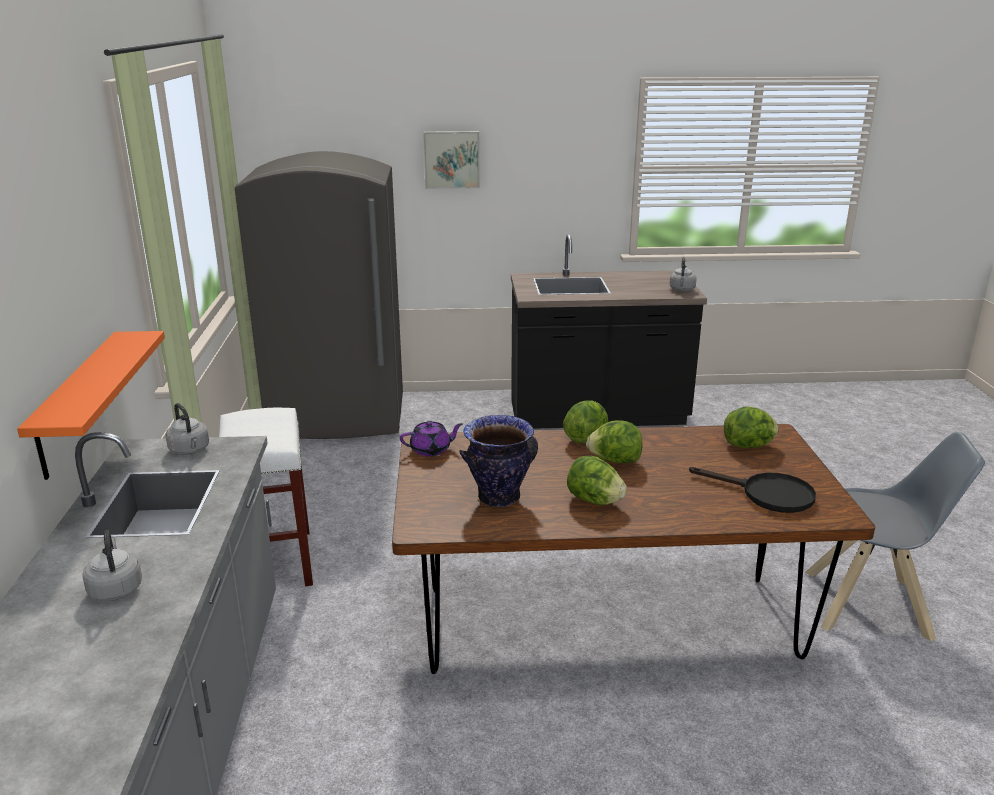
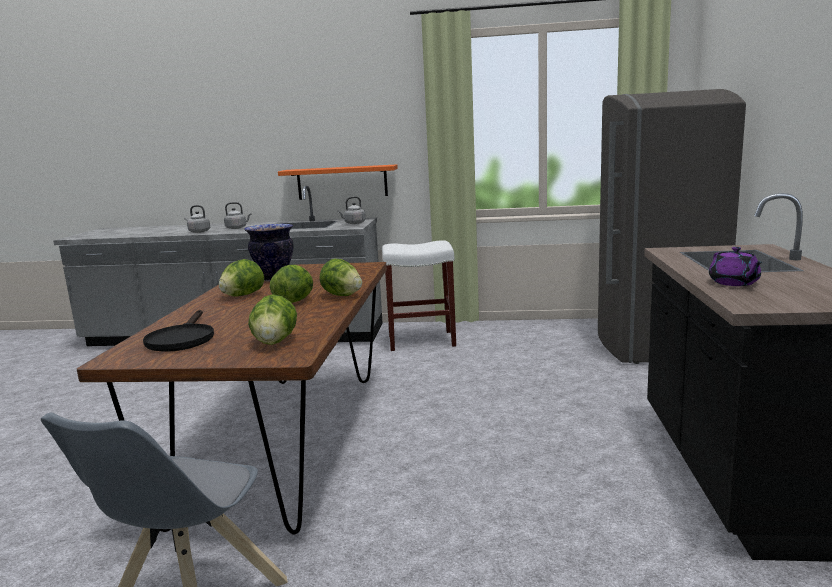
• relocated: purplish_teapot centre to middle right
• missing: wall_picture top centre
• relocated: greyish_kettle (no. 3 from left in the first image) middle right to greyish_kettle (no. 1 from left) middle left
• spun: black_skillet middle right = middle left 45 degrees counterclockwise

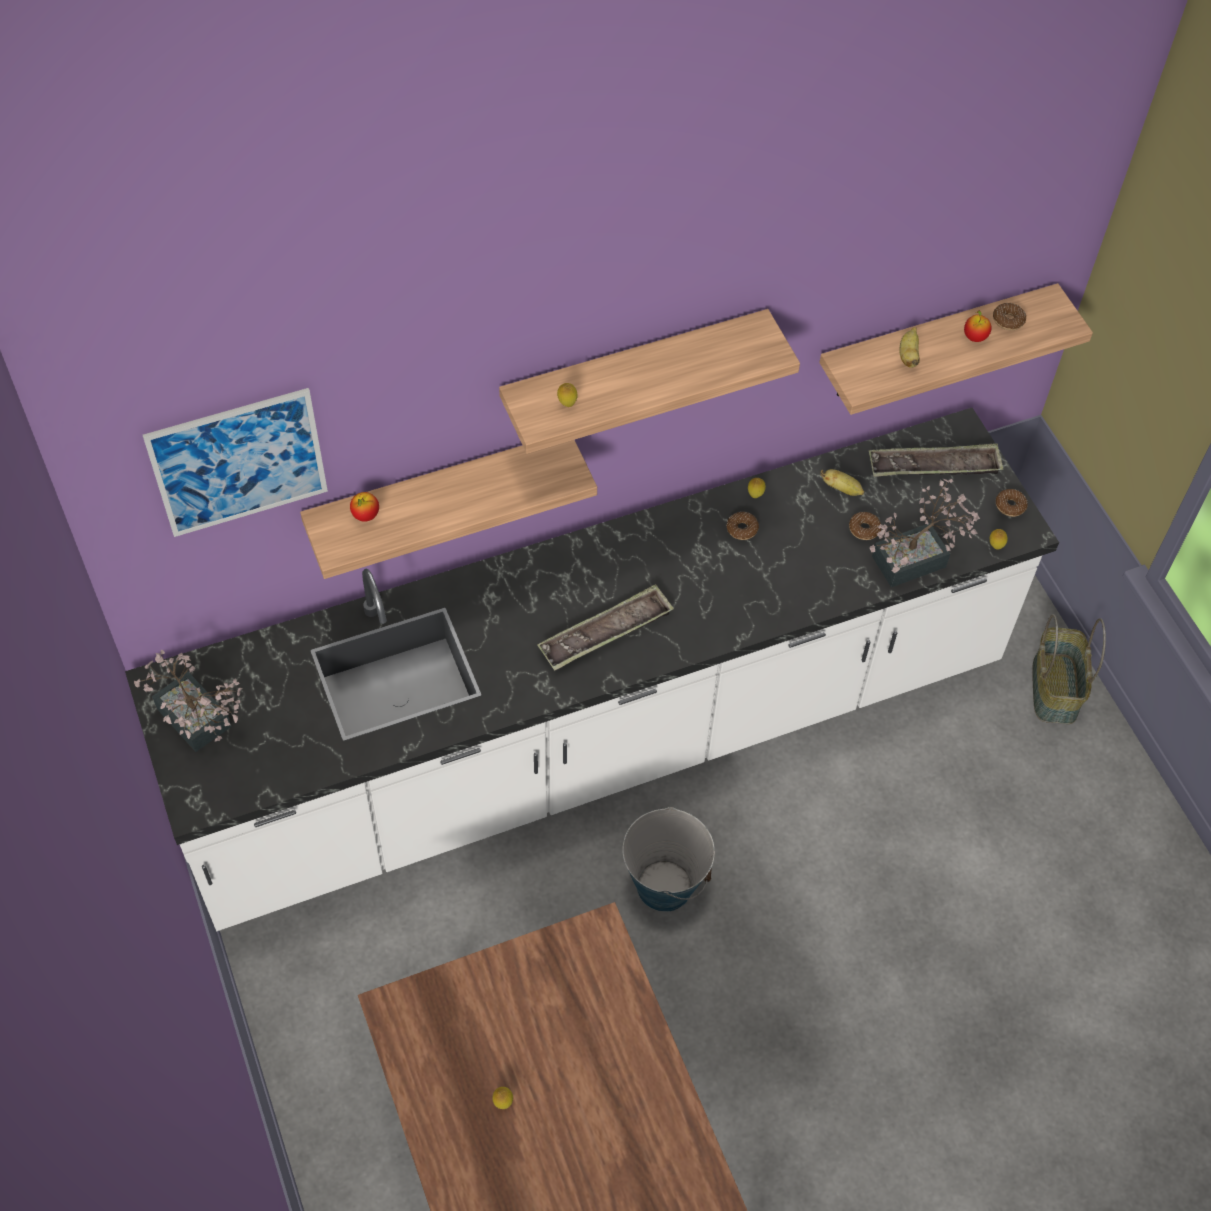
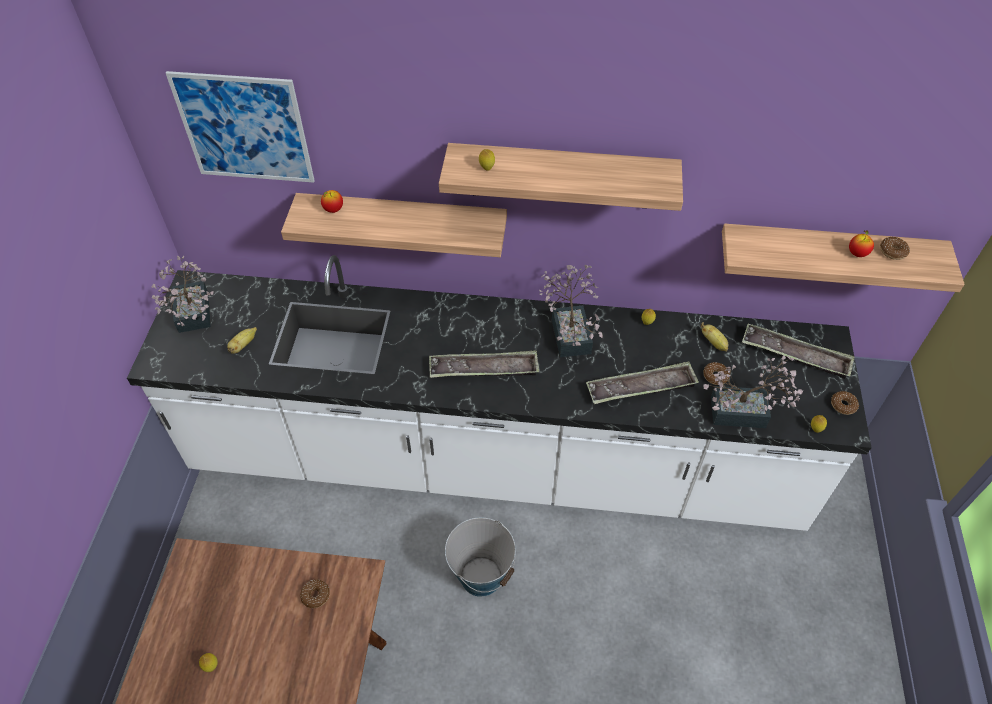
• relocated: ring_doughnut (no. 1 from left) centre to bottom left
• relocated: whole_banana (no. 2 from left in the first image) top right to whole_banana (no. 1 from left) middle left
• missing: household_basket middle right
• appeared: plant_in_a_pot (no. 2 from left) centre
• appeared: carrying_tray (no. 2 from left) centre

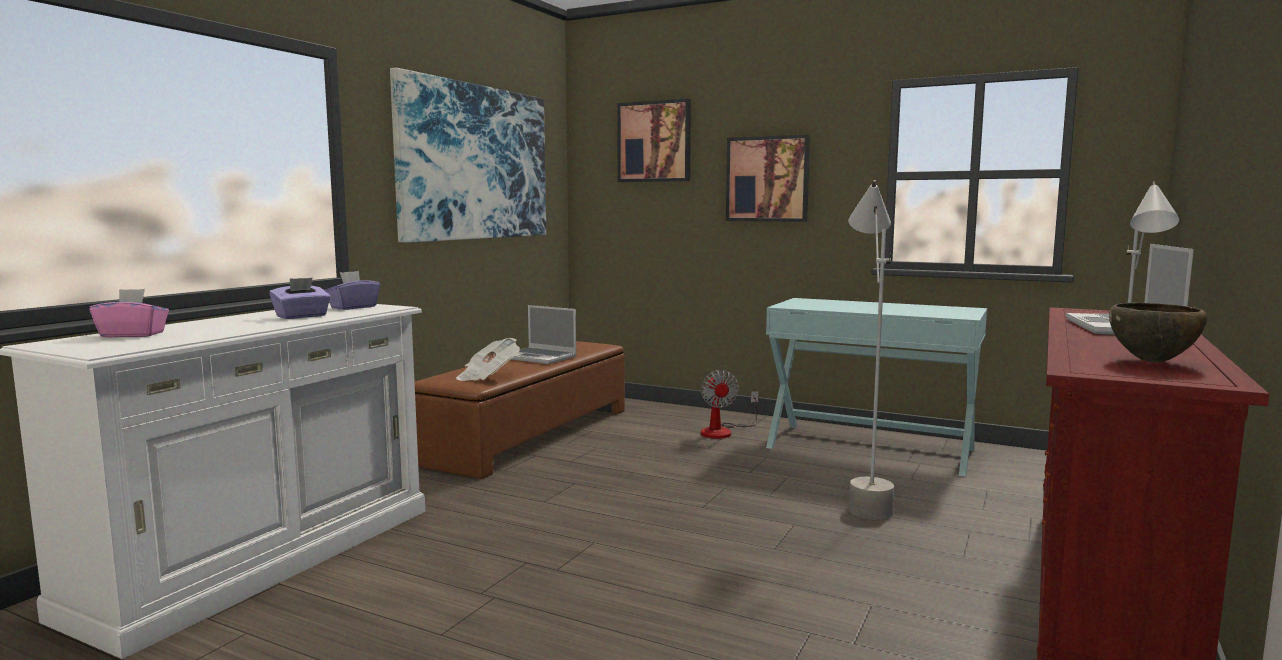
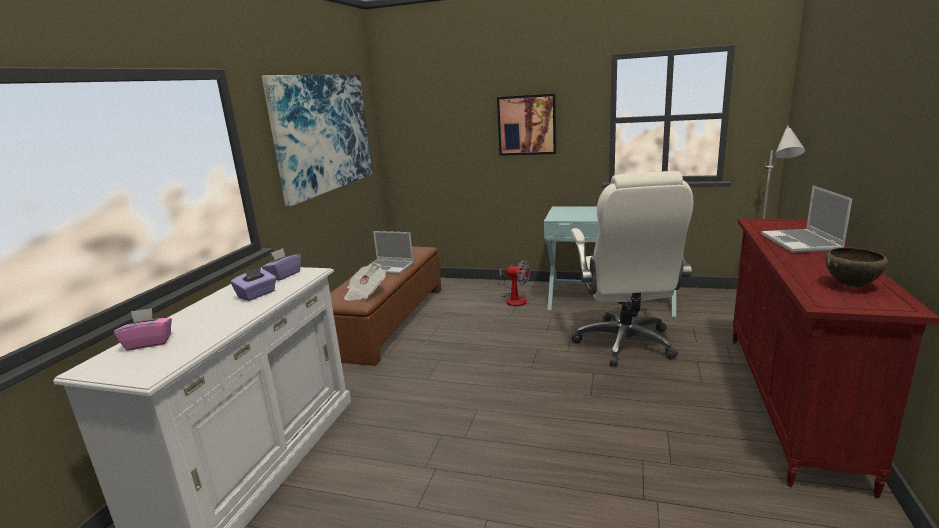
• missing: wall_picture (no. 2 from left) top centre
• spun: cooling_fan centre = centre 45 degrees counterclockwise
• exchanged: greyish_standard_lamp (no. 1 from left) middle right to white_desk_chair middle right

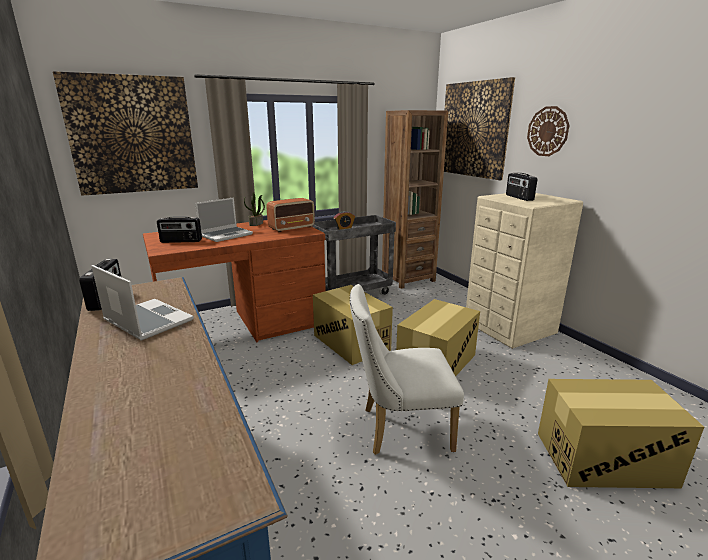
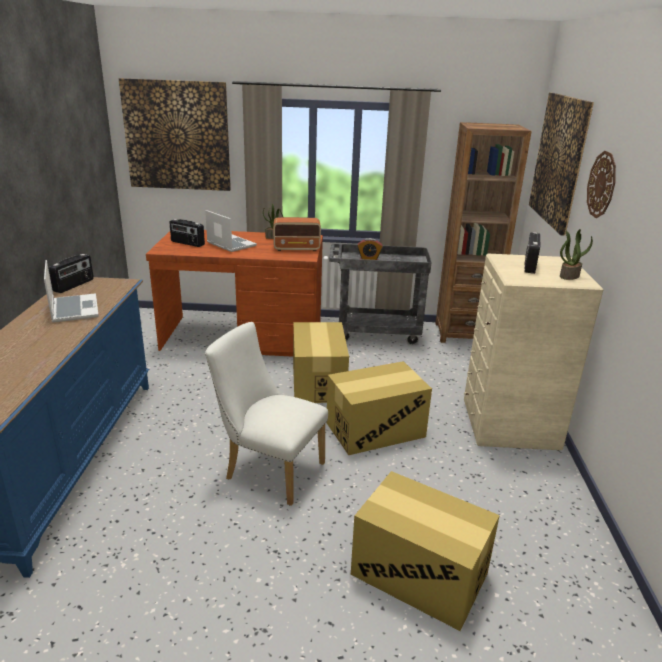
• spun: laptop (no. 2 from left) middle left = centre 120 degrees counterclockwise
• appeared: plant_in_a_pot (no. 2 from left) middle right

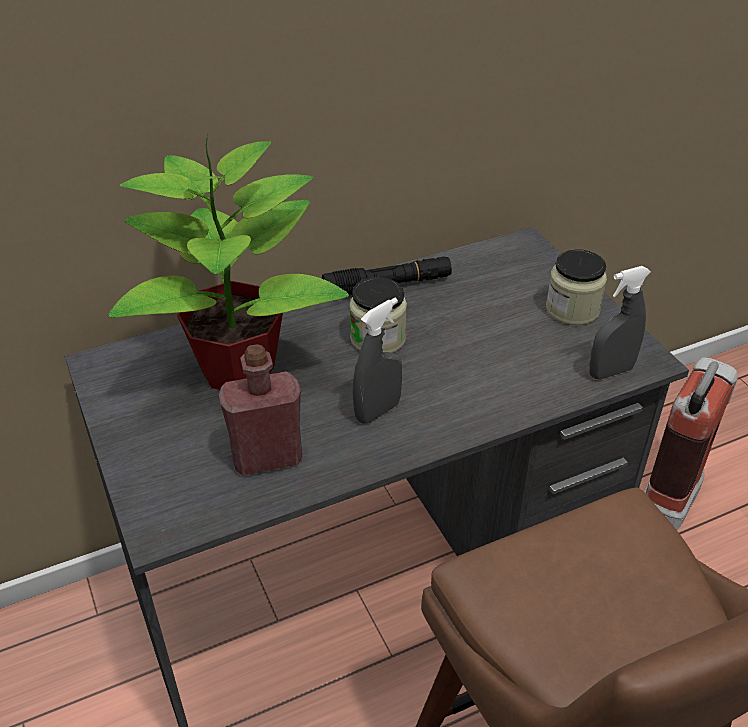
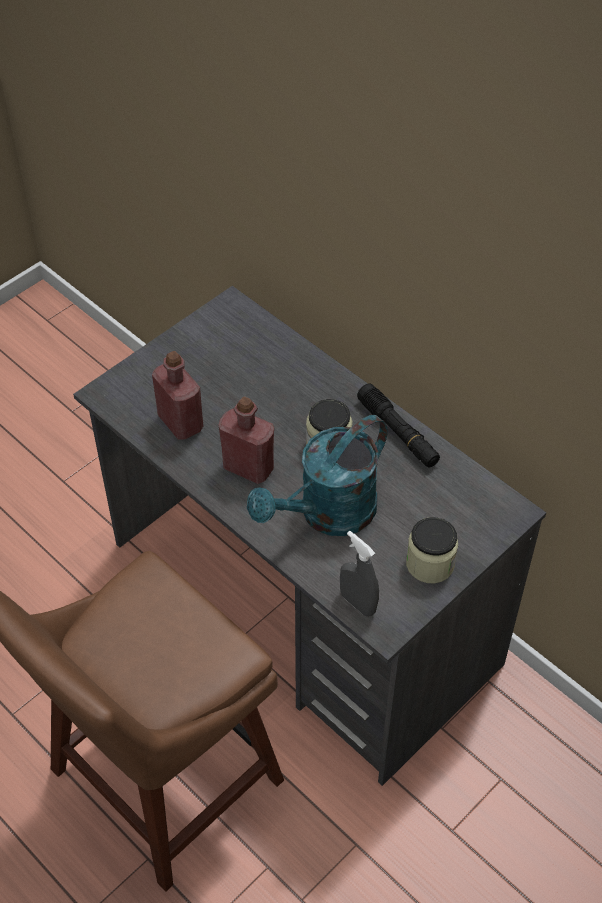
• missing: plant_in_a_pot middle left
• exchanged: greyish_spray_bottle (no. 1 from left) centre to reddish_beverage_bottle (no. 2 from left) centre
• missing: fire-fighting_cylinder middle right
• appeared: turquoise_watering_pot centre

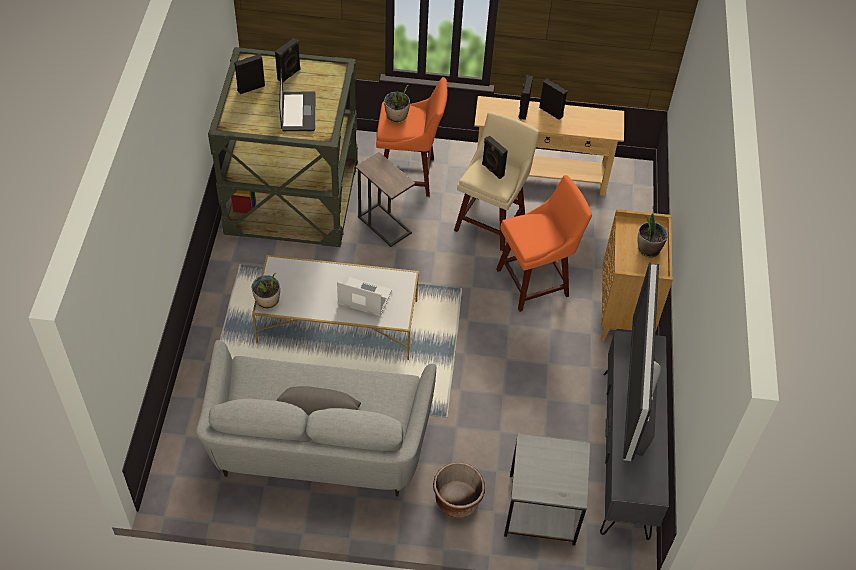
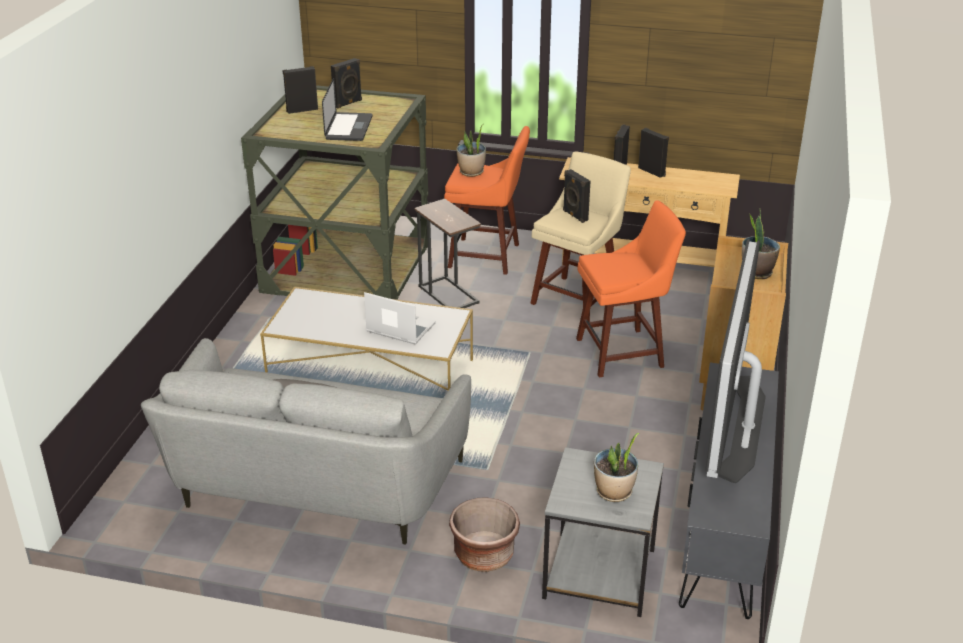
• relocated: plant_in_a_pot (no. 1 from left in the first image) middle left to plant_in_a_pot (no. 2 from left) bottom centre

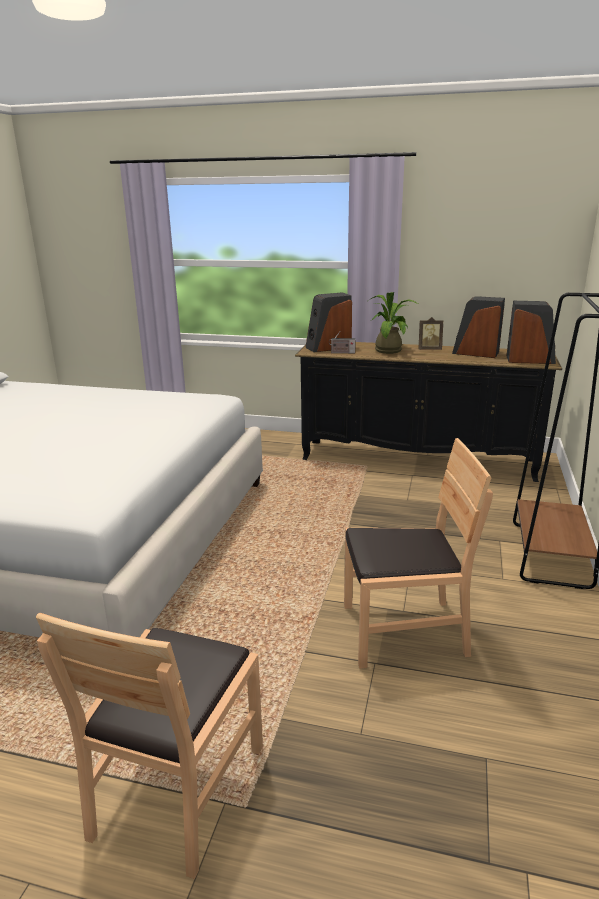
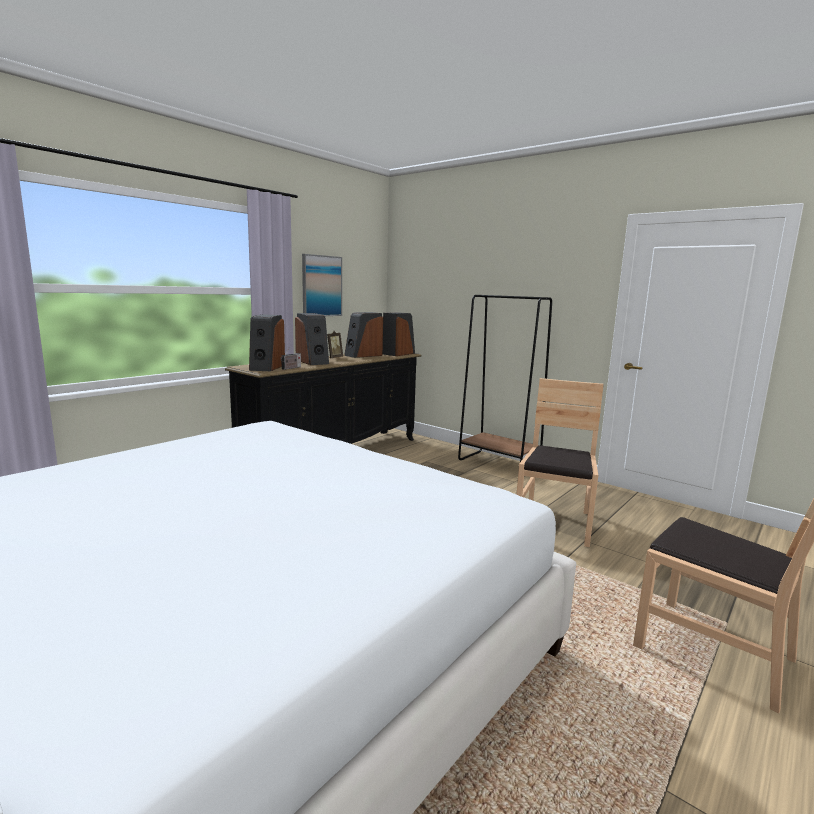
• exchanged: plant_in_a_pot centre to loudspeaker (no. 2 from left) centre
• appeared: wall_picture centre

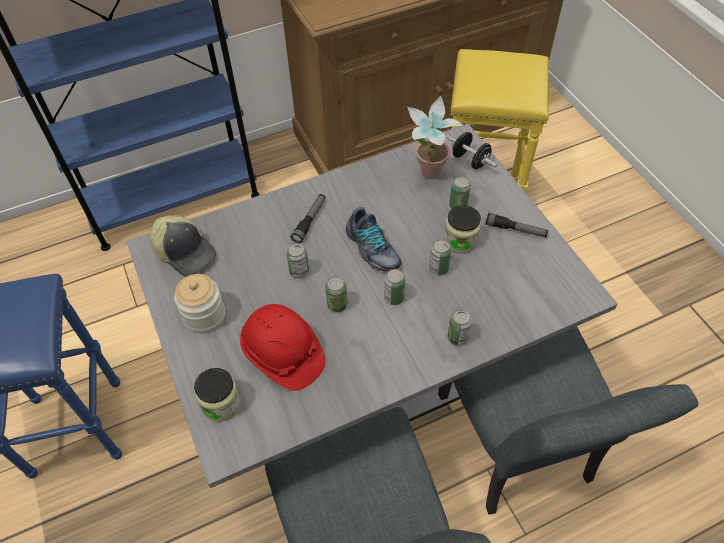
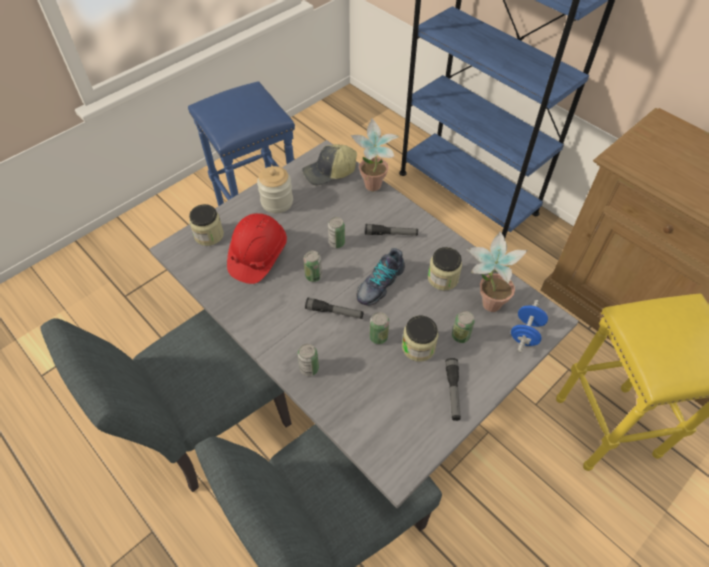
• spun: cap middle left = top centre 45 degrees clockwise
• exchanged: sealed_can (no. 3 from left) centre to flashlight (no. 1 from left) centre
• colour: black_dumbbell top centre to blue_dumbbell middle right
• appeared: plant_in_a_pot (no. 1 from left) top centre
• appeared: preserve_jar (no. 4 from left) centre

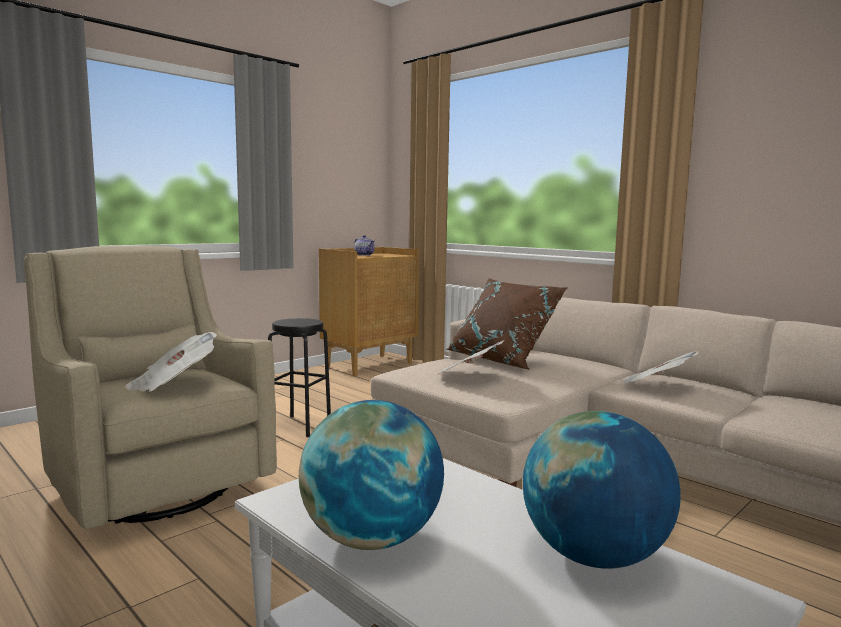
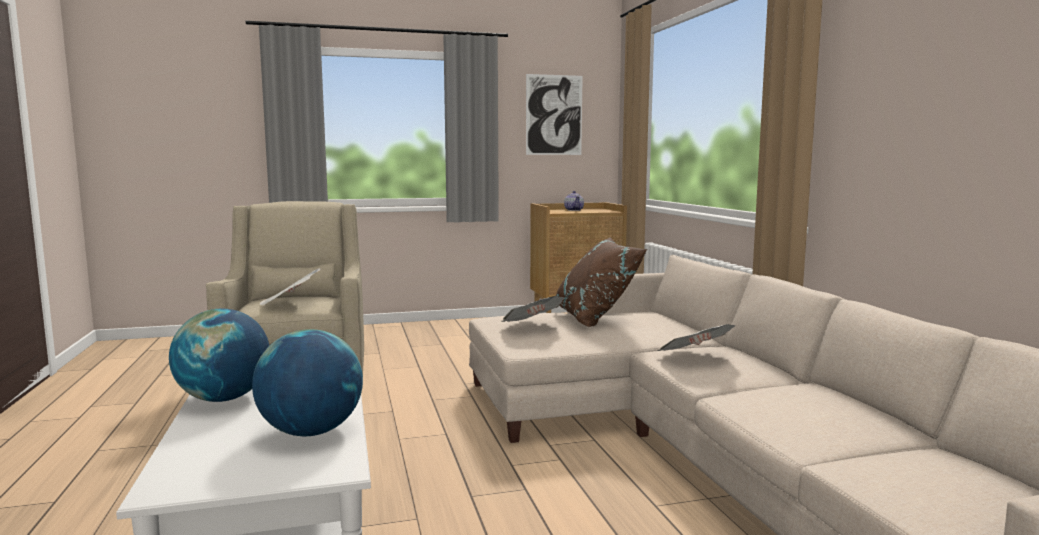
• missing: black_stool centre
• appeared: wall_picture top centre

